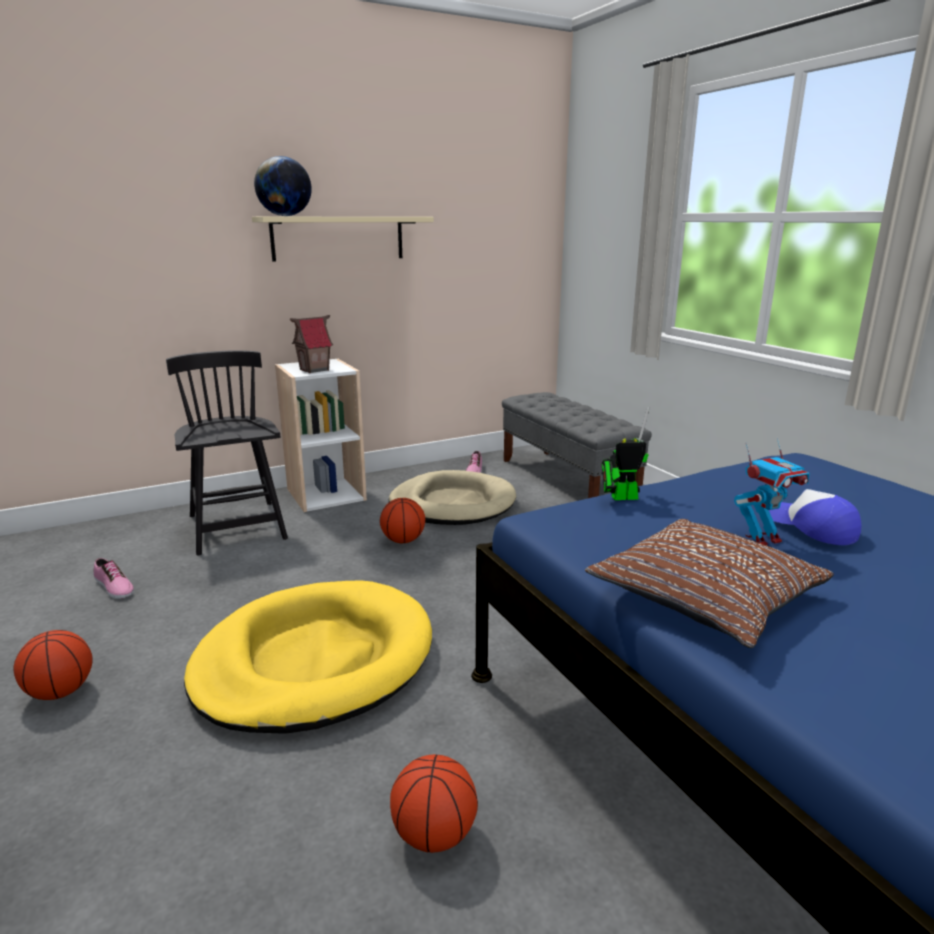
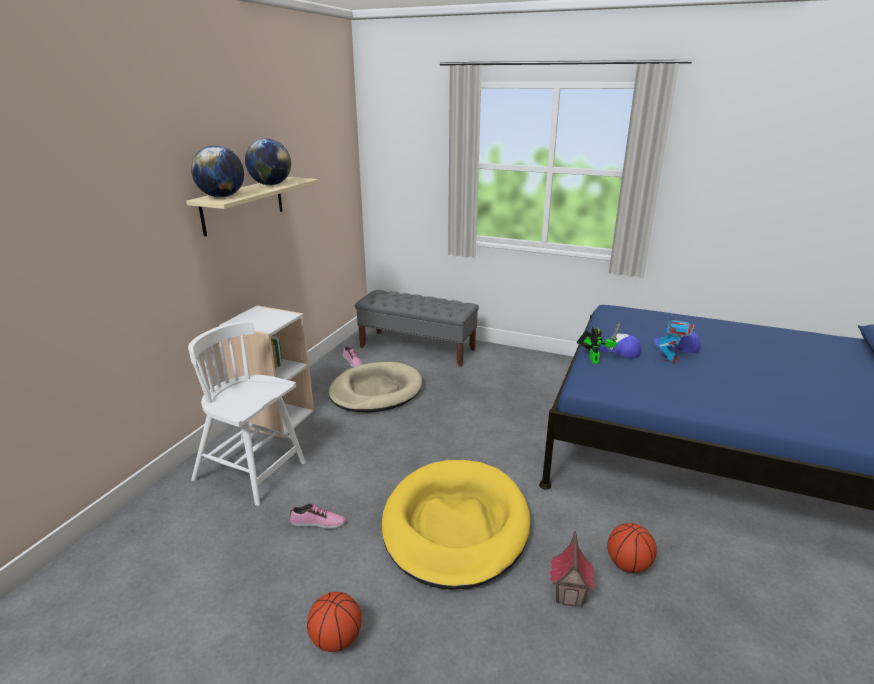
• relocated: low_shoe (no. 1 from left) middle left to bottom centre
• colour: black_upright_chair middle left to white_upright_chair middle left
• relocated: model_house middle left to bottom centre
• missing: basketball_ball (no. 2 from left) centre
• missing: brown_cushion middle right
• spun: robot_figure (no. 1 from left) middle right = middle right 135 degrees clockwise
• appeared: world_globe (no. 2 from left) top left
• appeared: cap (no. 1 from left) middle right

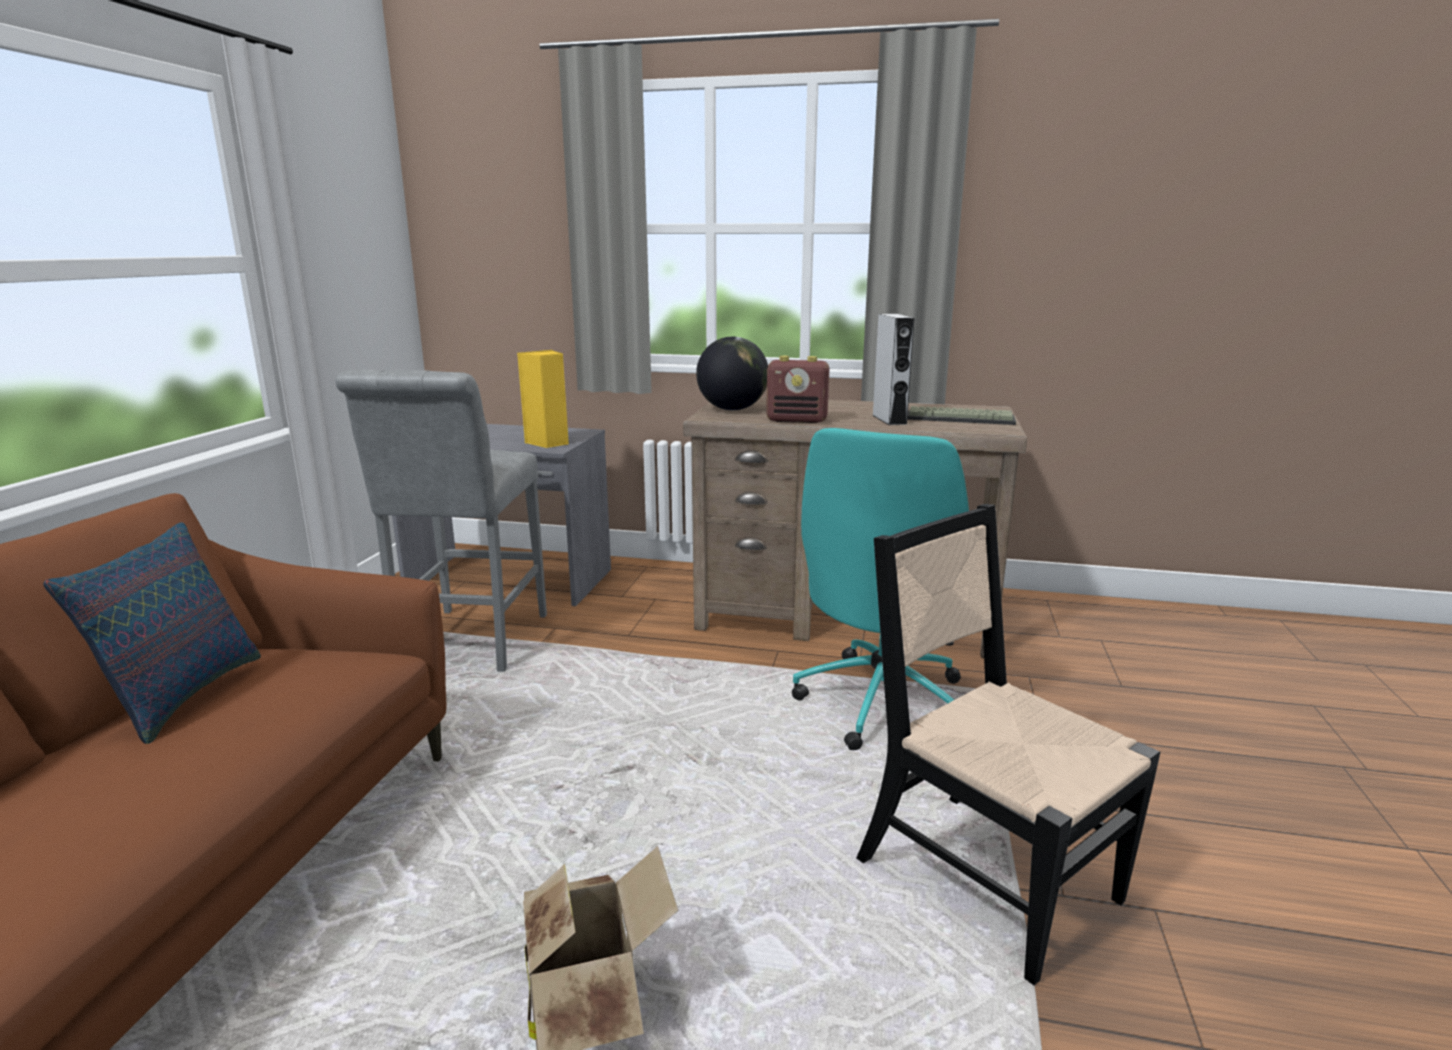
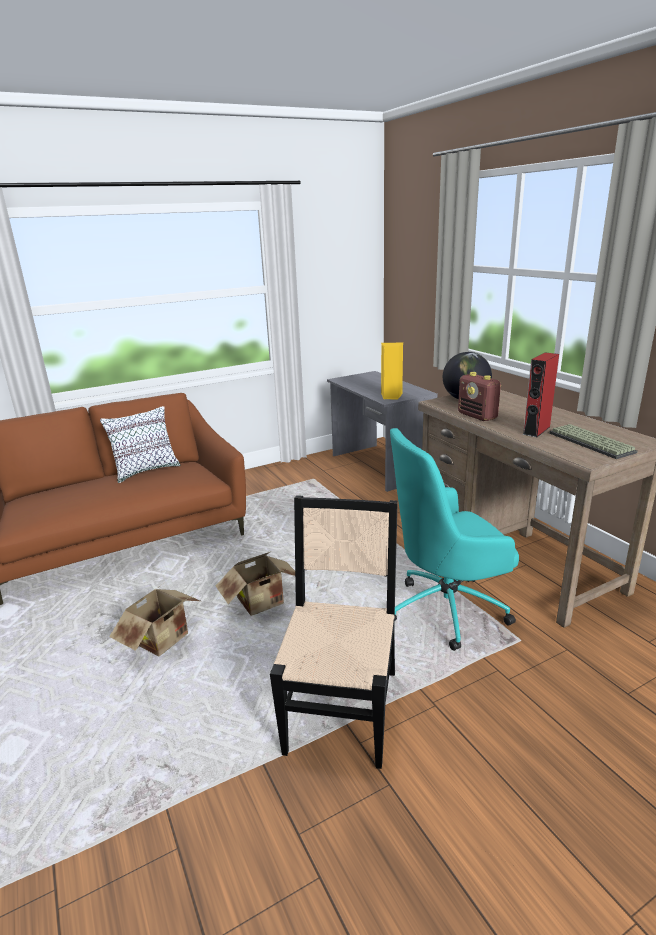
• colour: blue_cushion middle left to white_cushion middle left
• missing: greyish_stool middle left
• colour: greyish_loudspeaker centre to reddish_loudspeaker middle right
• appeared: cardboard_box (no. 2 from left) centre

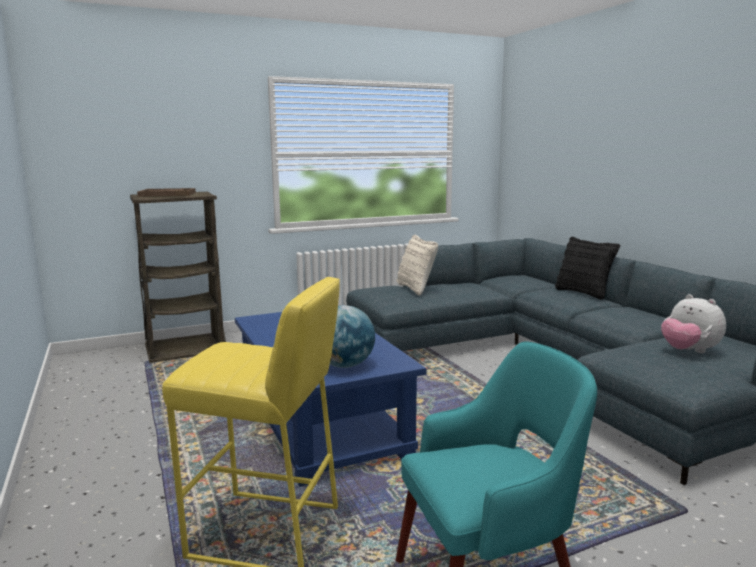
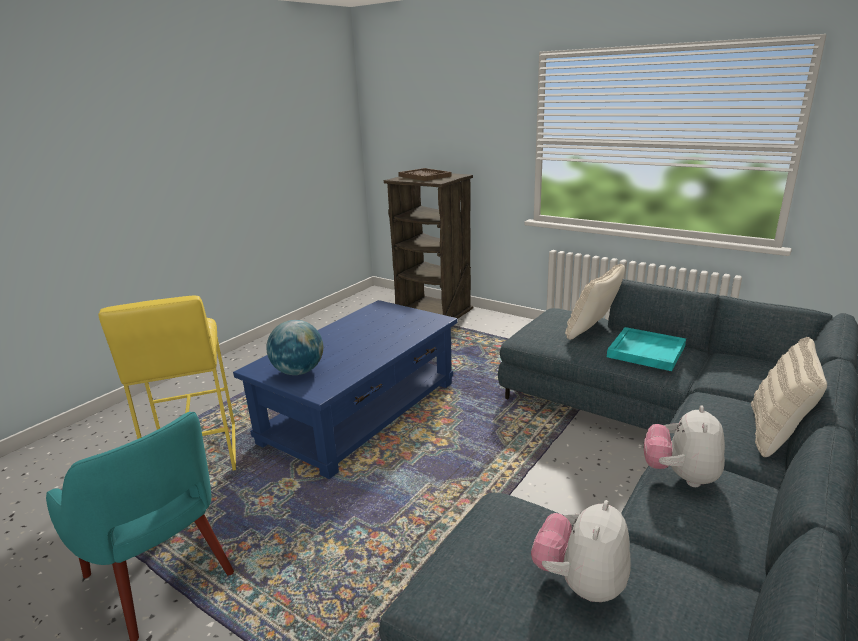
• colour: black_cushion middle right to beige_cushion (no. 2 from left) middle right
• appeared: turquoise_carrying_tray middle right
• appeared: soft_toy (no. 2 from left) bottom right

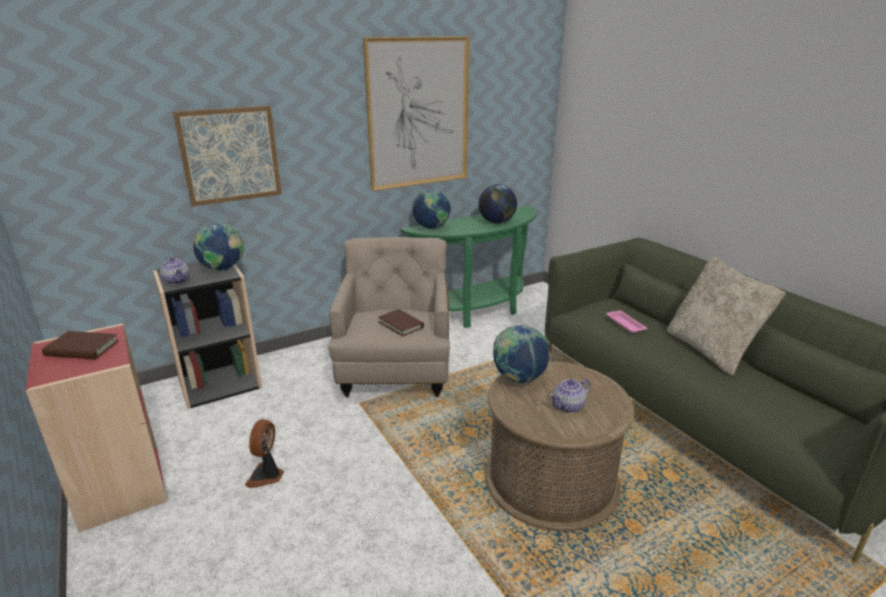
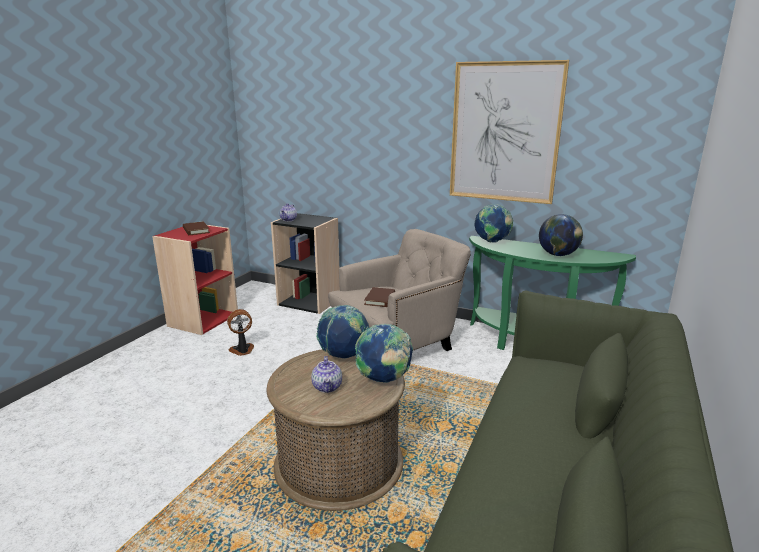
• missing: wall_picture (no. 1 from left) top left
• relocated: world_globe (no. 1 from left in the first image) middle left to world_globe (no. 2 from left) centre
• spun: teapot (no. 2 from left) centre = bottom centre 120 degrees counterclockwise
• missing: pinkish_carrying_tray middle right
• missing: beige_cushion middle right

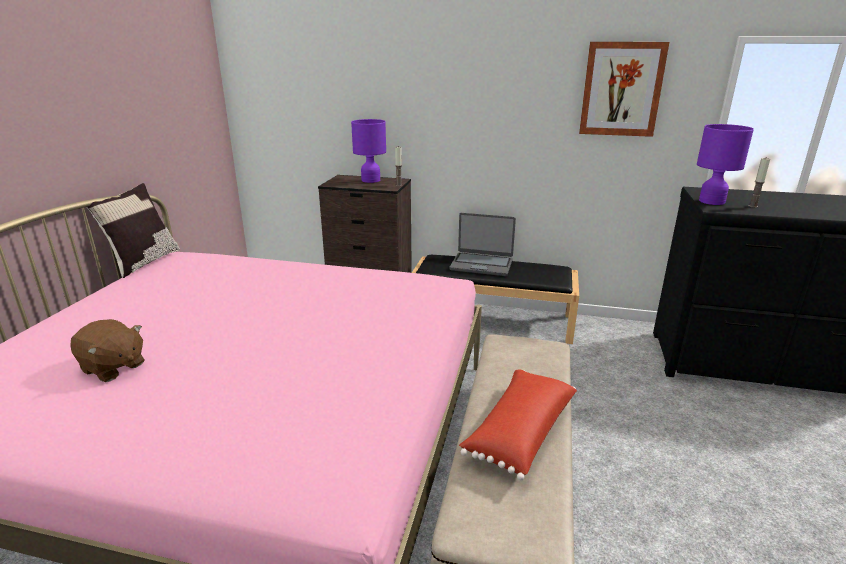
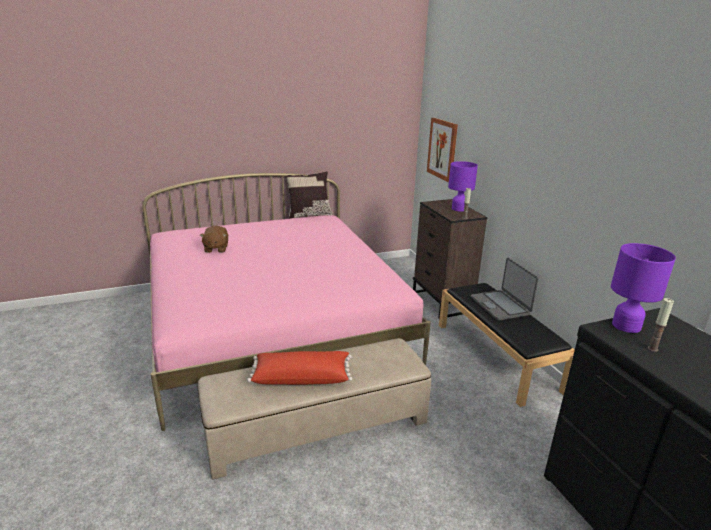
• relocated: wall_picture top right to top centre

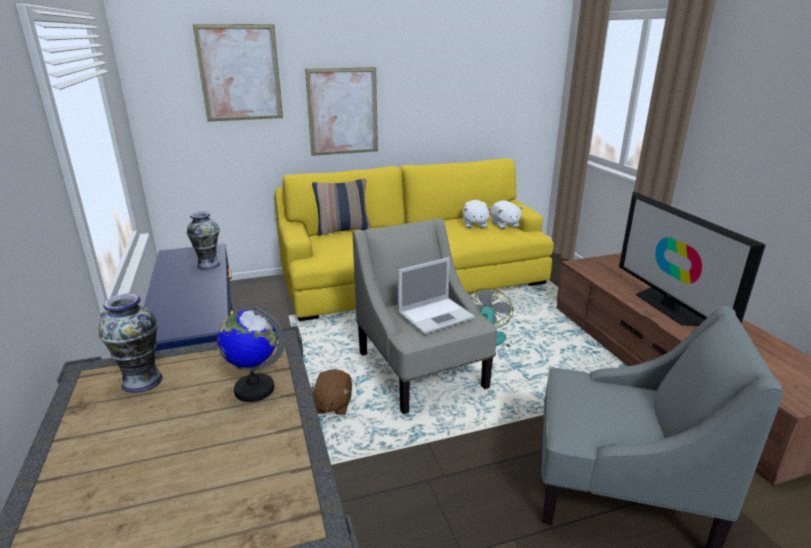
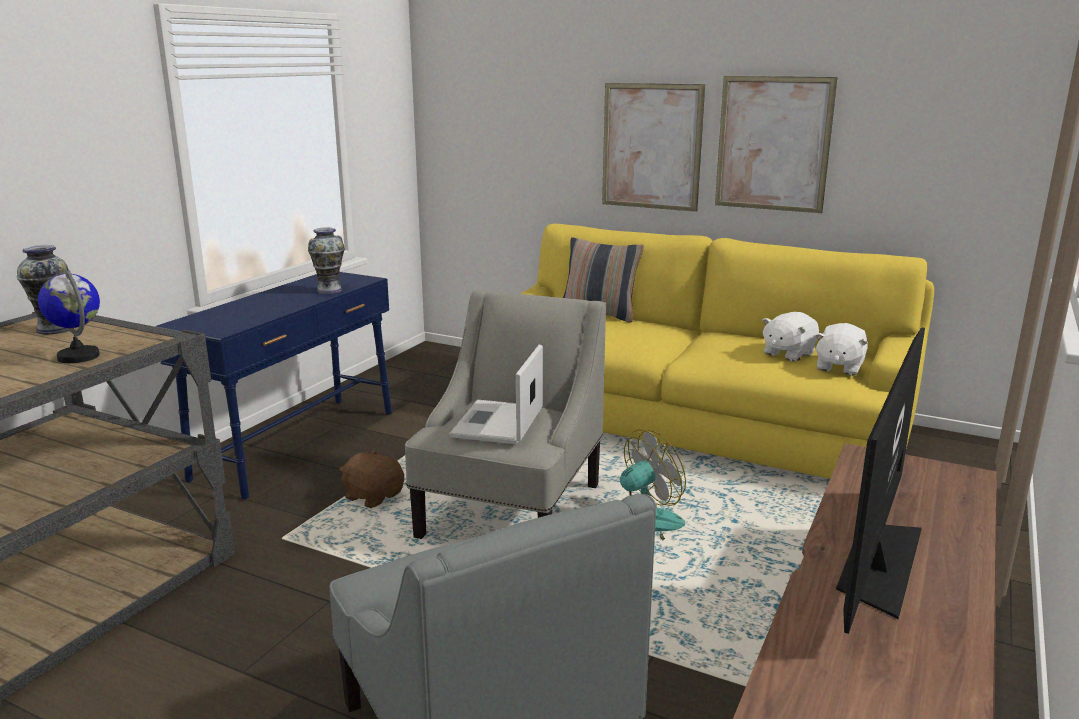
• relocated: wall_picture (no. 1 from left in the first image) top left to wall_picture (no. 2 from left) top right
• spun: brown_soft_toy bottom centre = centre 75 degrees clockwise
• spun: laptop centre = centre 90 degrees clockwise

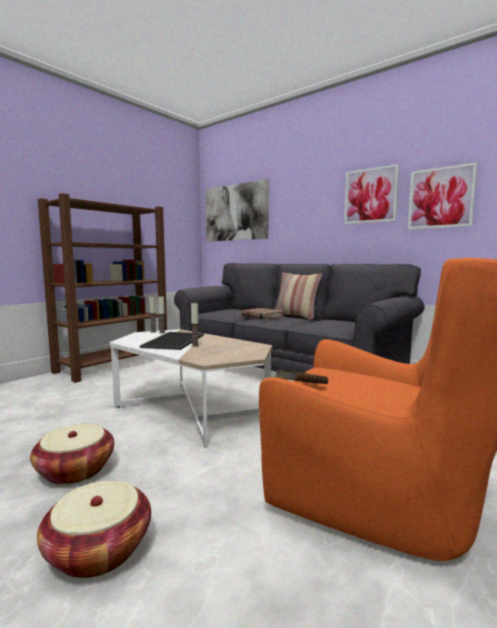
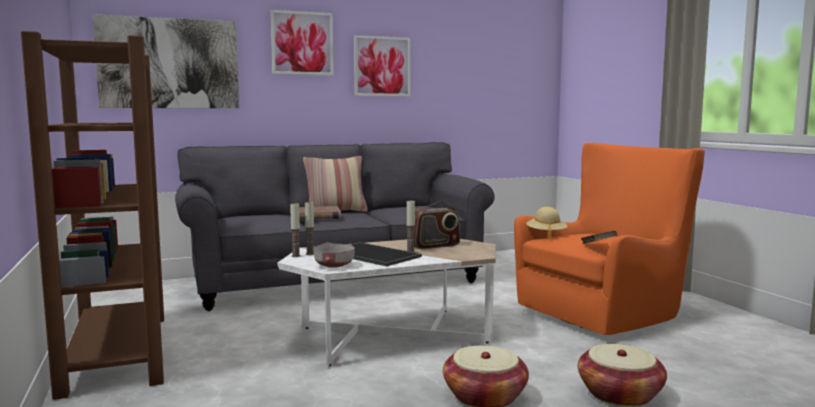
• relocated: wall_picture (no. 3 from left in the first image) top right to wall_picture (no. 2 from left) top centre
• appeared: greyish_serving_bowl centre
• appeared: radio_set centre
• appeared: beige_hat middle right

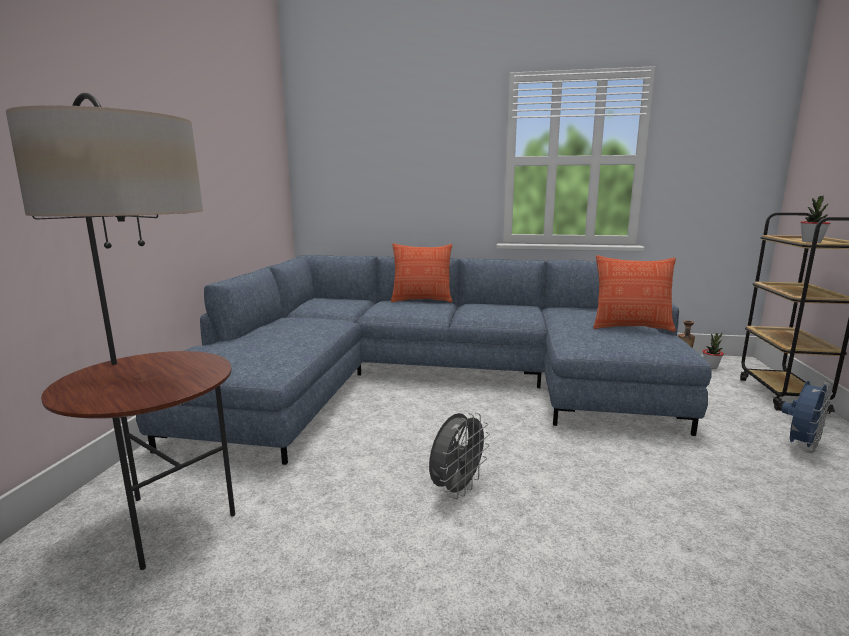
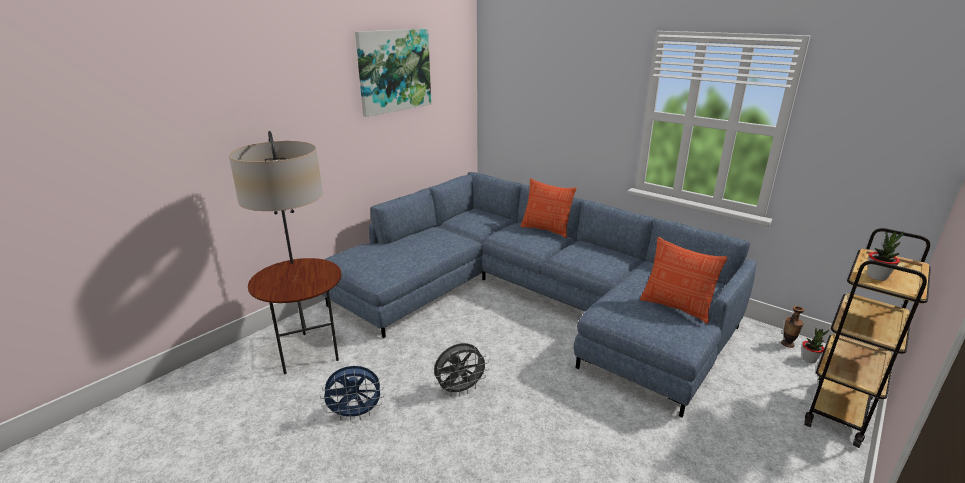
• relocated: blue_cooling_fan middle right to bottom centre
• appeared: wall_picture top centre

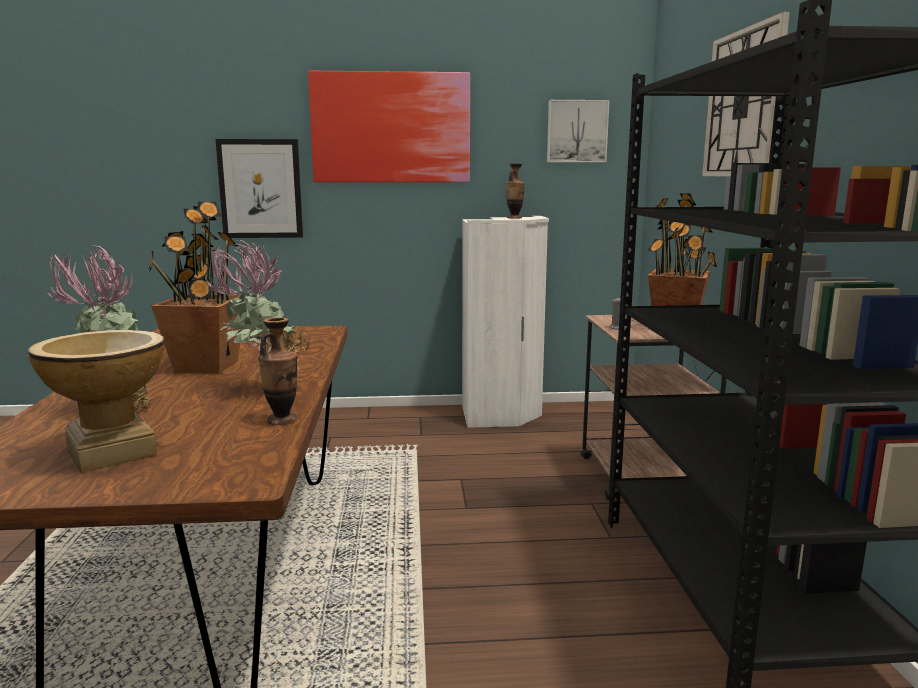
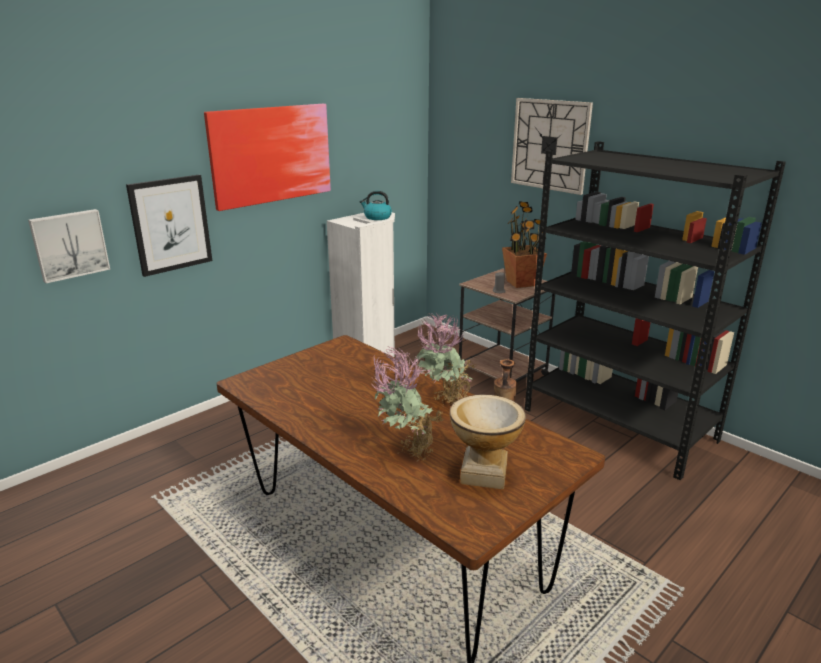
• missing: plant_in_a_pot (no. 2 from left) middle left
• exchanged: flower_vase (no. 3 from left) top centre to kettle top centre
• relocated: wall_picture (no. 3 from left in the first image) top centre to wall_picture (no. 1 from left) middle left

